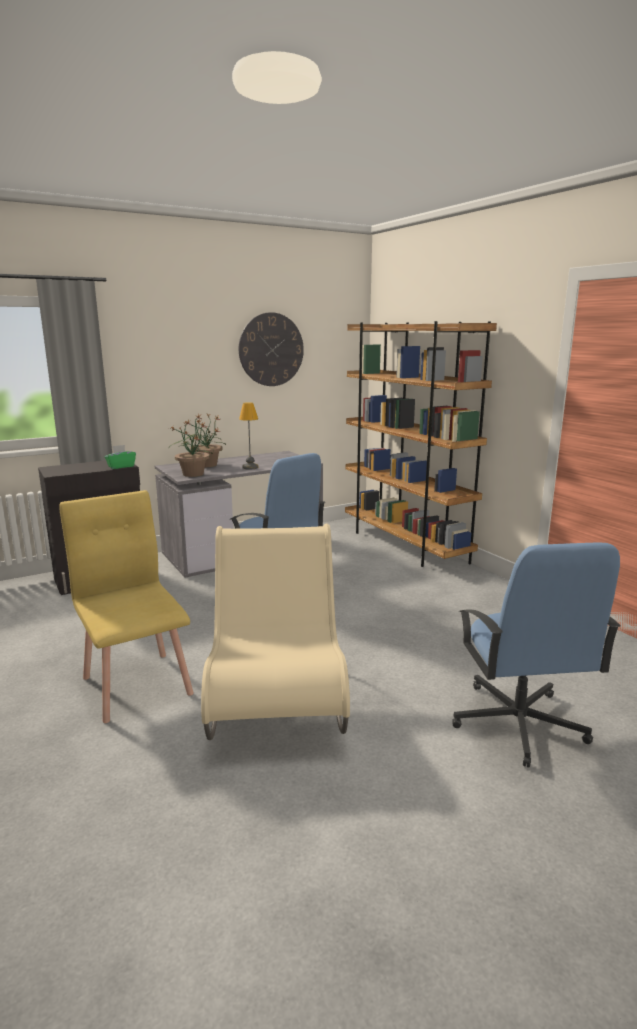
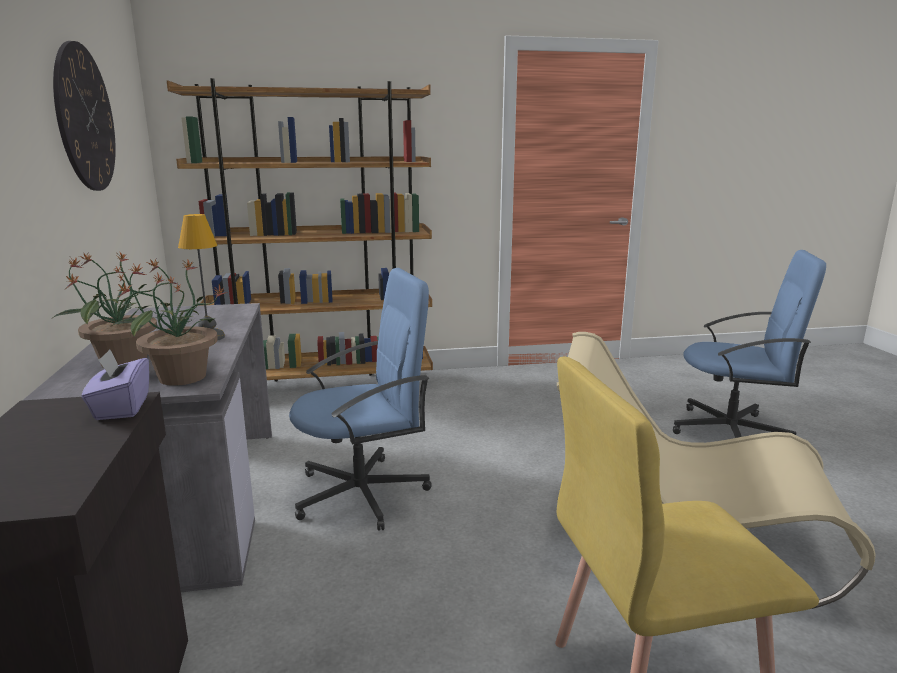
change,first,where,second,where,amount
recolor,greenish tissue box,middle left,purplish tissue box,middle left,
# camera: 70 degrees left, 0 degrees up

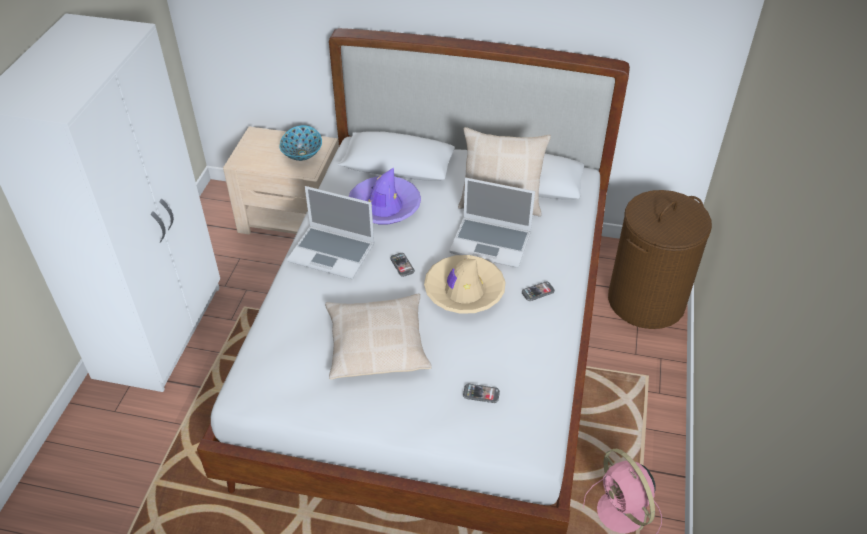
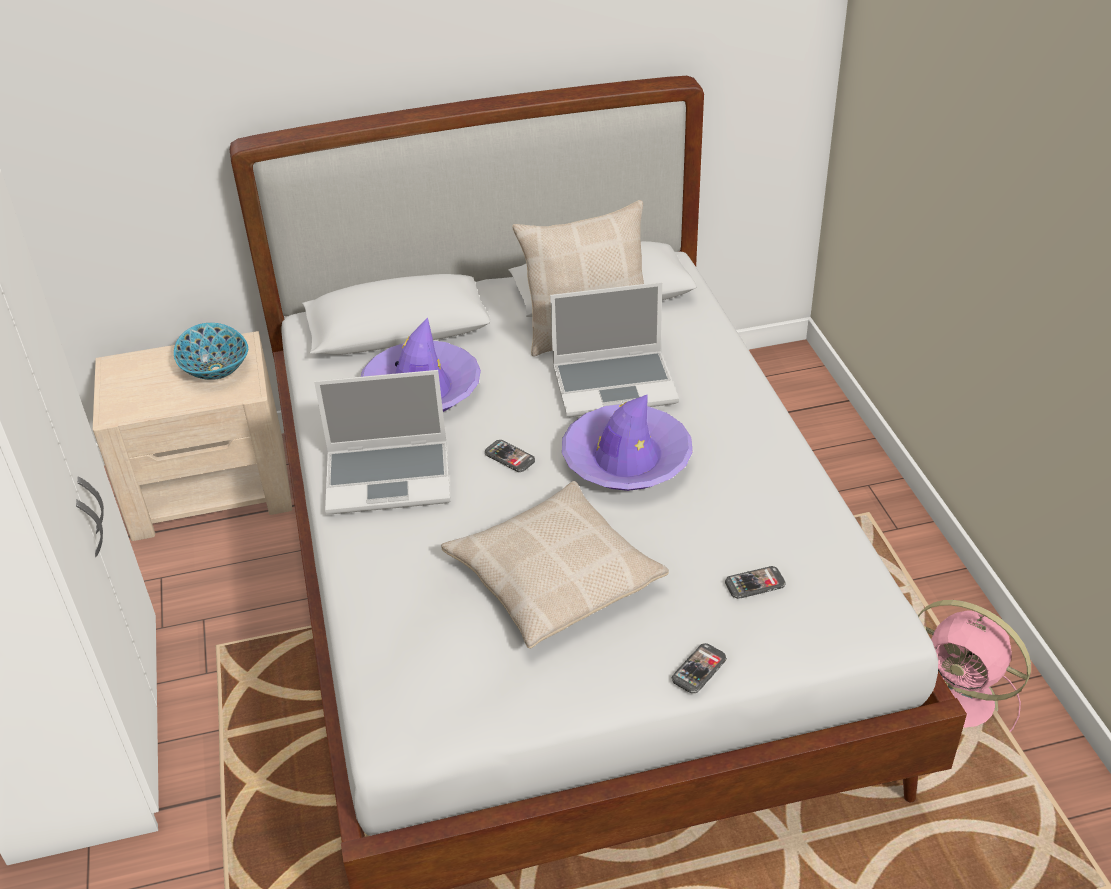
change,first,where,second,where,amount
recolor,sand-coloured hat,centre,purplish hat (2nd from left),centre,
move,phone (3rd from left in the first image),centre,phone (2nd from left),bottom centre,
delete,brownish laundry basket,middle right,,,
# camera: 25 degrees left, 5 degrees down

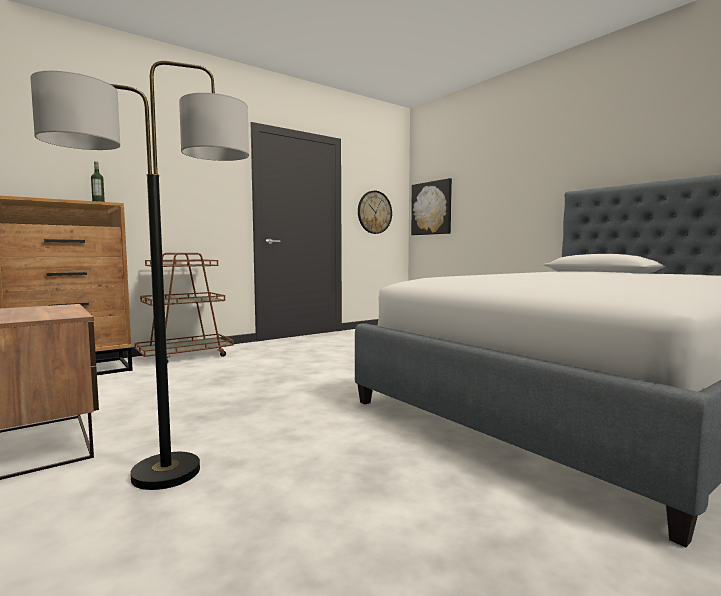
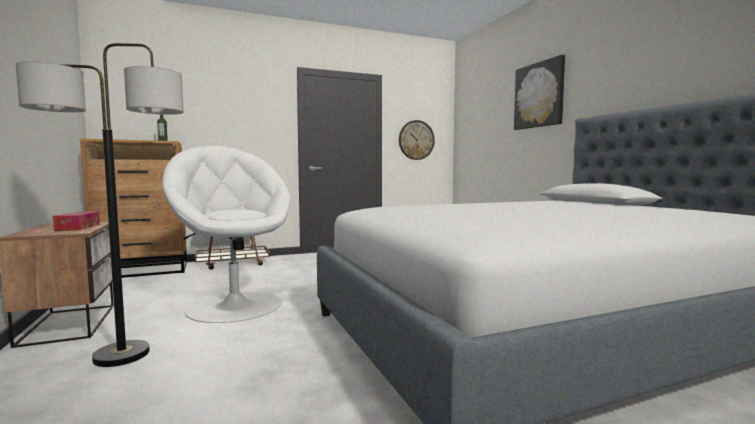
change,first,where,second,where,amount
insert,,,tissue box,middle left,
insert,,,white easy chair,middle left,
move,wall picture,centre,,top right,
# camera: 15 degrees right, 0 degrees up

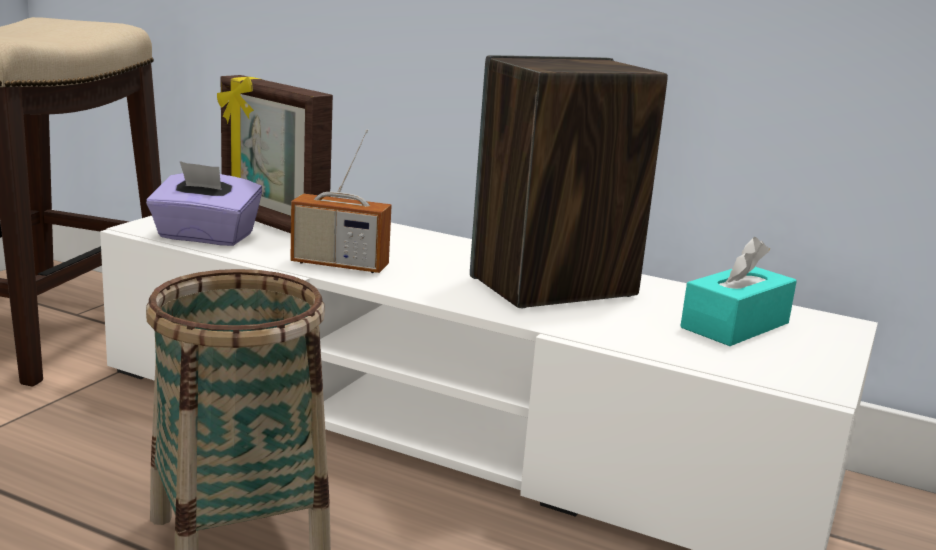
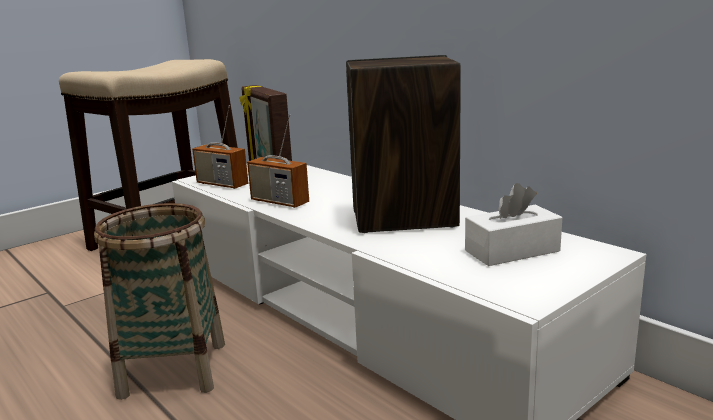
change,first,where,second,where,amount
replace,purplish tissue box,middle left,radio set (1st from left),middle left,
recolor,blue-green tissue box,middle right,white tissue box,middle right,
# camera: 25 degrees right, 0 degrees up

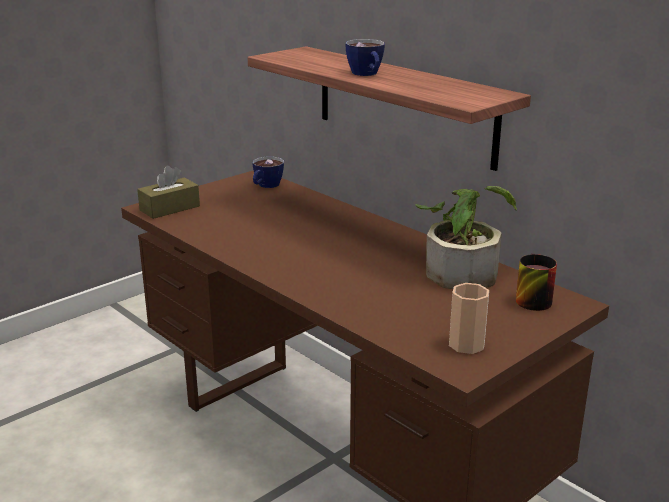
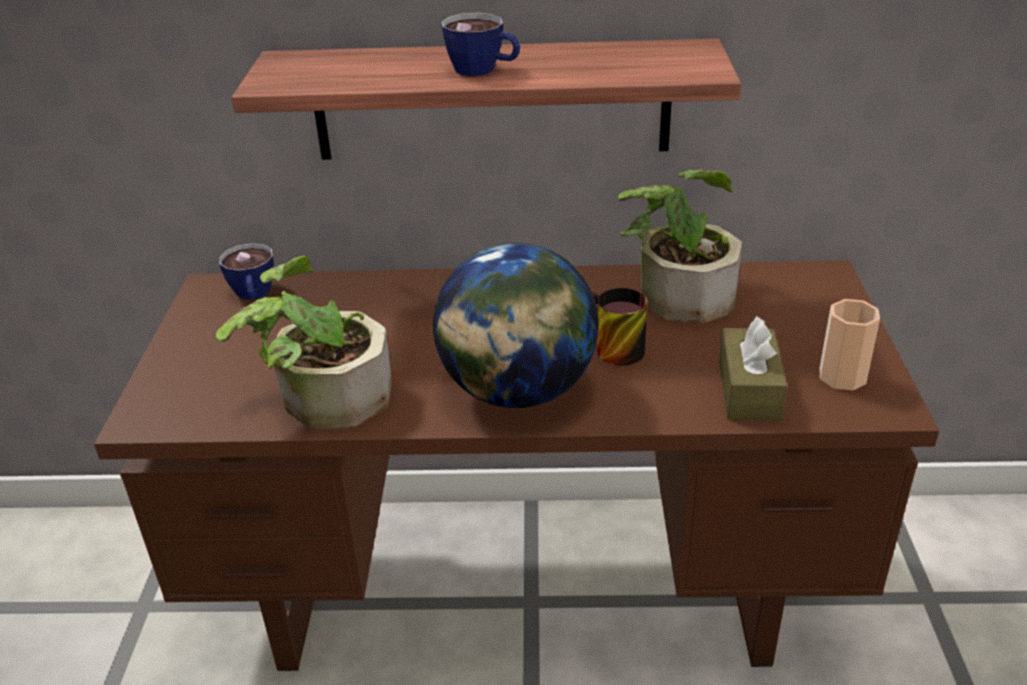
change,first,where,second,where,amount
insert,,,potted plant (1st from left),middle left,
insert,,,globe,centre,
move,mug,middle right,,centre,
move,brownish tissue box,middle left,,middle right,
# camera: 45 degrees left, 10 degrees up

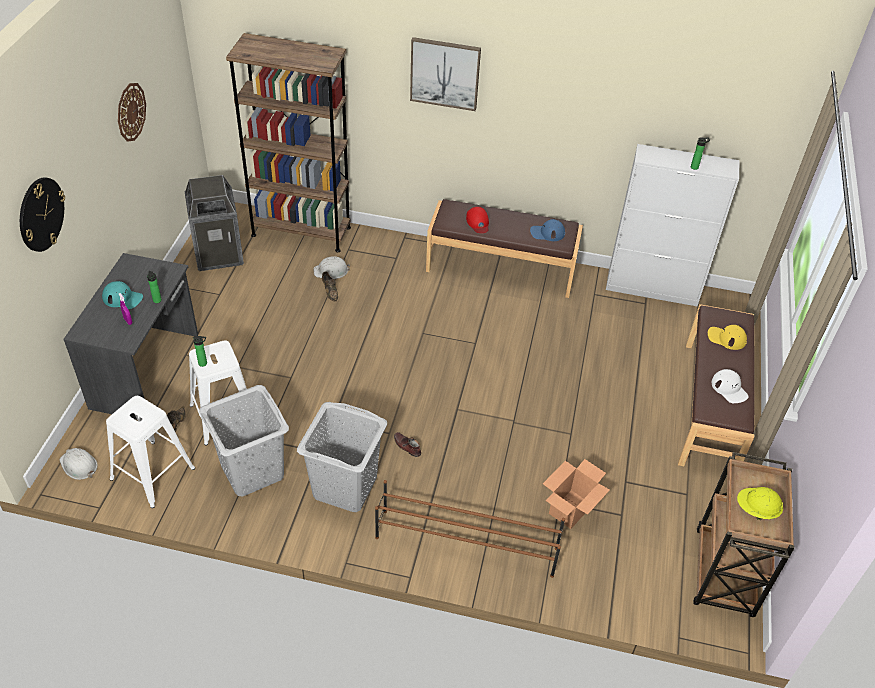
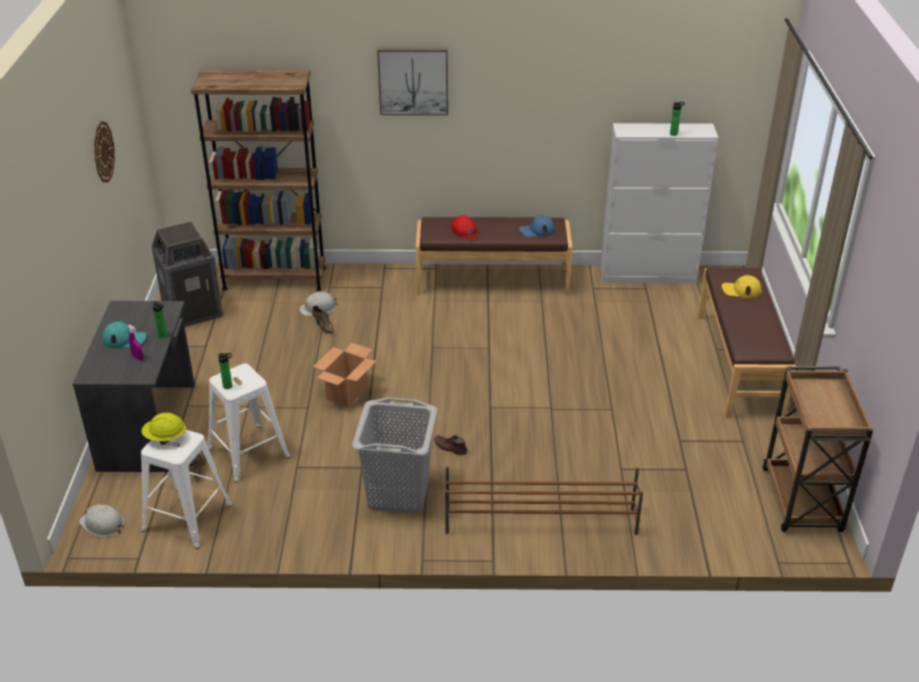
change,first,where,second,where,amount
move,yellow work helmet,bottom right,,middle left,
move,packing box,bottom centre,,centre,
delete,wall clock (1st from left),top left,,,
delete,grey laundry basket (1st from left),middle left,,,
delete,white cap,middle right,,,
# camera: 10 degrees left, 10 degrees down

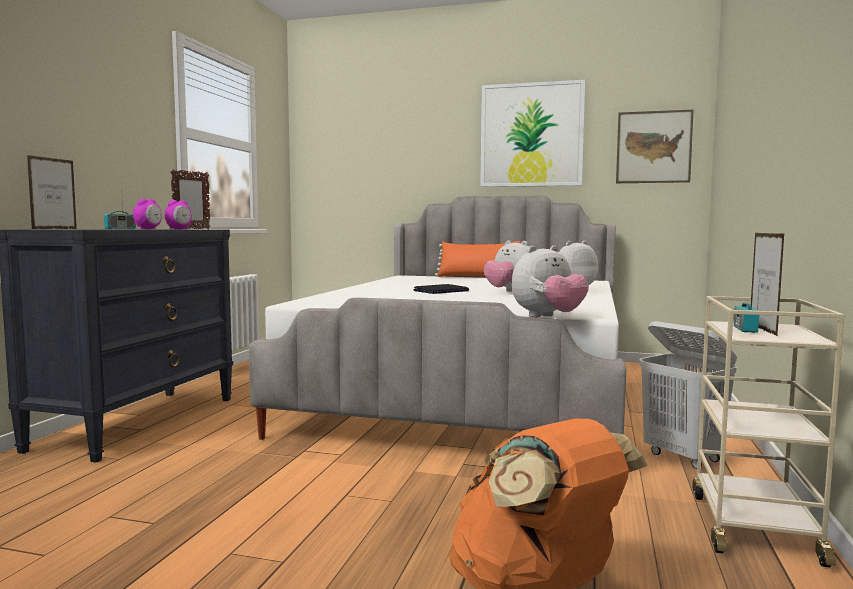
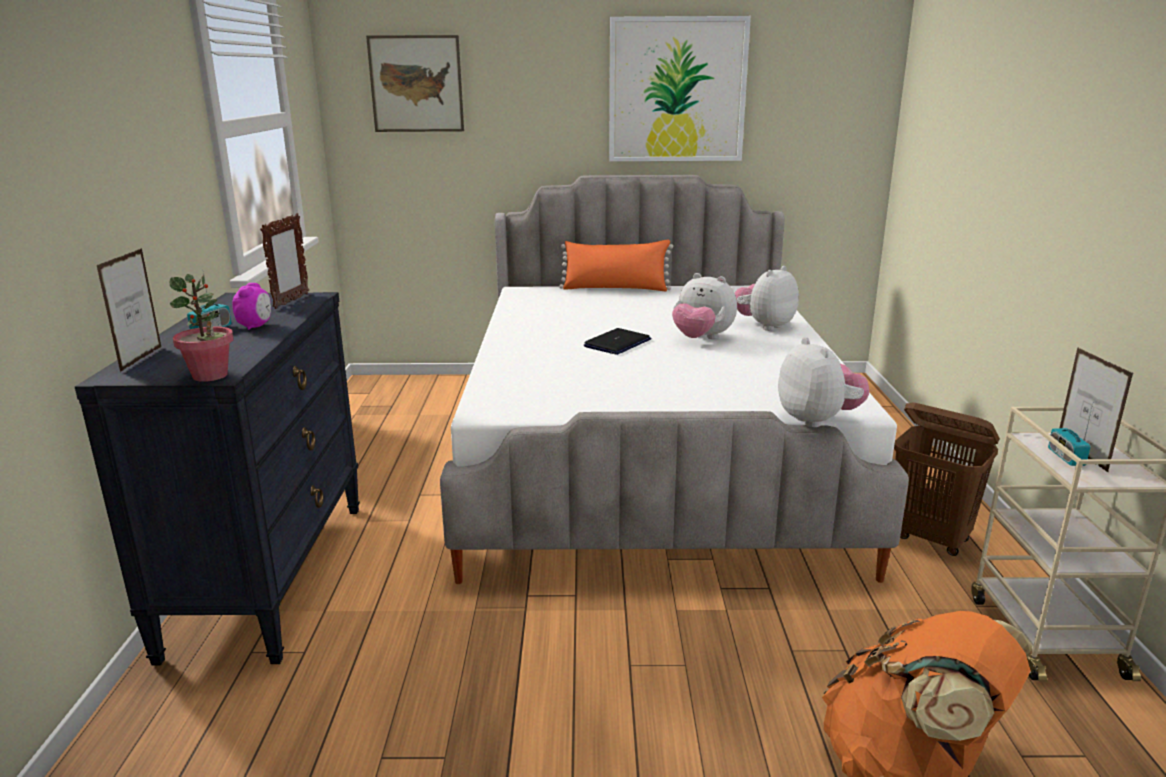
change,first,where,second,where,amount
insert,,,potted plant,middle left,
move,wall picture (2nd from left in the first image),top right,wall picture (1st from left),top centre,
rotate,plush toy (2nd from left in the first image),centre,plush toy (3rd from left),middle right,60 degrees counterclockwise
recolor,white laundry basket,bottom right,brownish laundry basket,middle right,
delete,alarm clock (2nd from left),middle left,,,
# camera: 15 degrees left, 15 degrees up

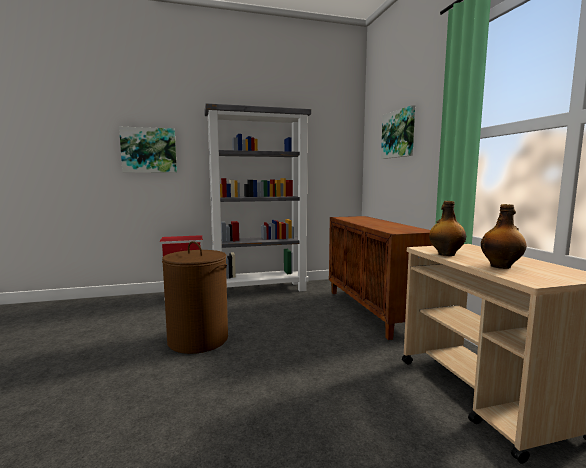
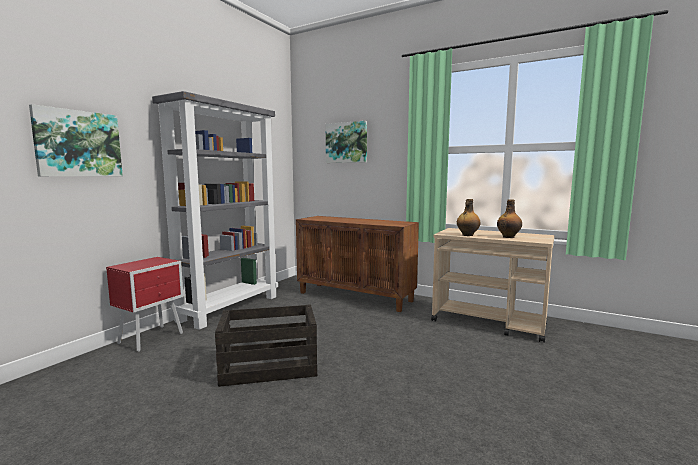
change,first,where,second,where,amount
replace,brownish laundry basket,middle left,packing crate,bottom centre,
# camera: 45 degrees left, 0 degrees up

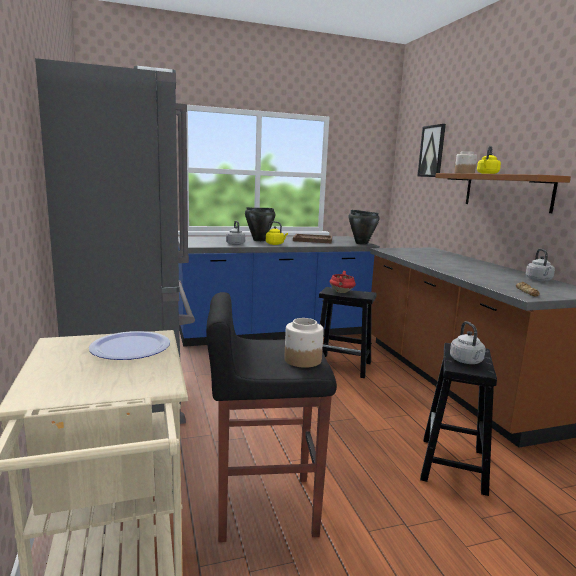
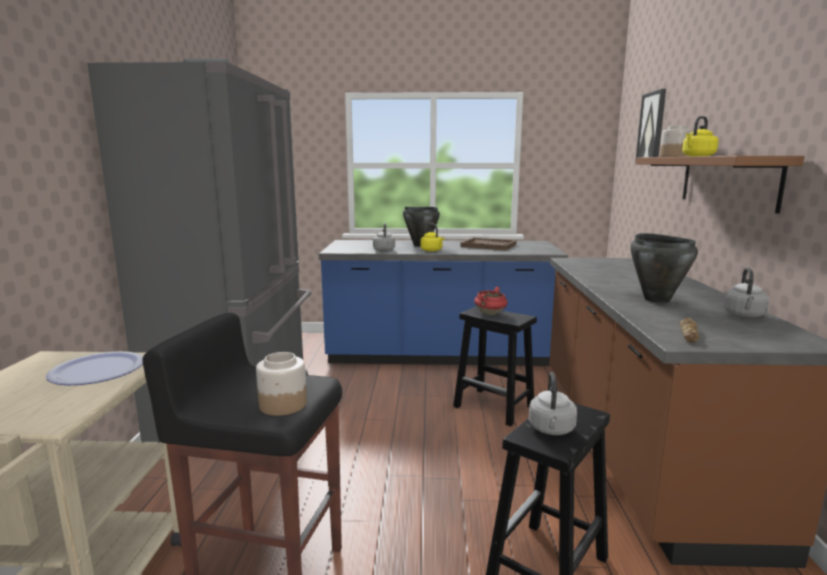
change,first,where,second,where,amount
move,black cooking pot (2nd from left),centre,,middle right,
# camera: 20 degrees right, 0 degrees up

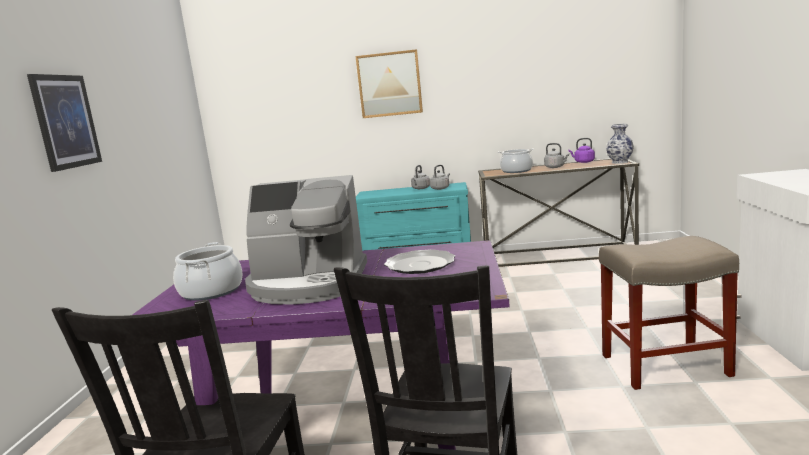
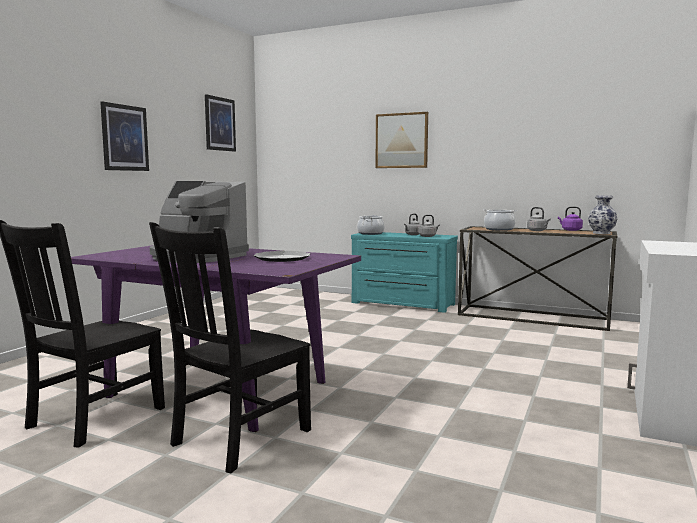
change,first,where,second,where,amount
insert,,,wall picture (2nd from left),top left,
move,cooking pot (1st from left),middle left,,centre,
delete,sand-coloured stool seat,bottom right,,,
# camera: 20 degrees right, 5 degrees down

